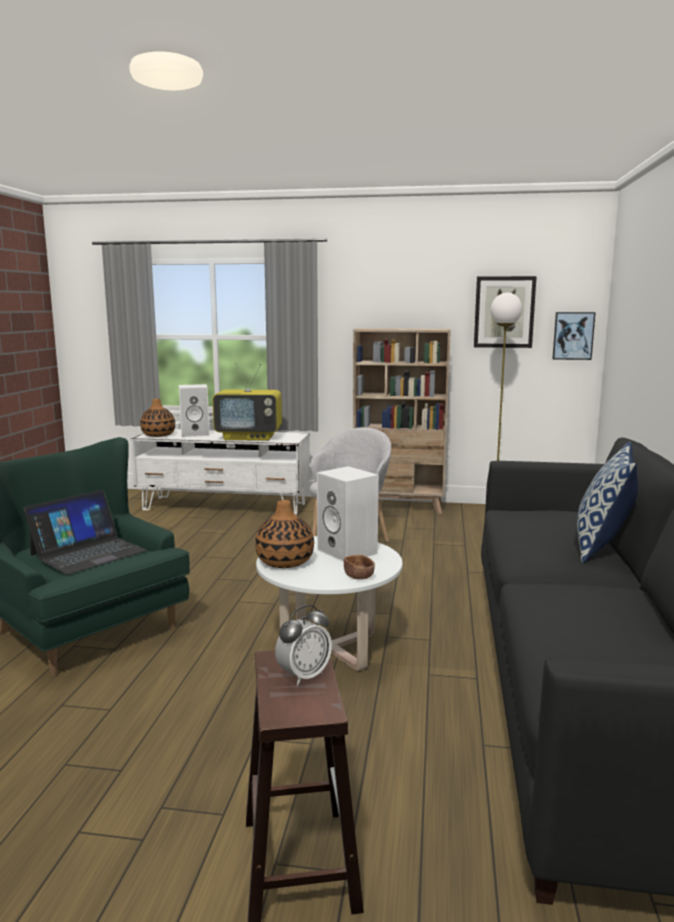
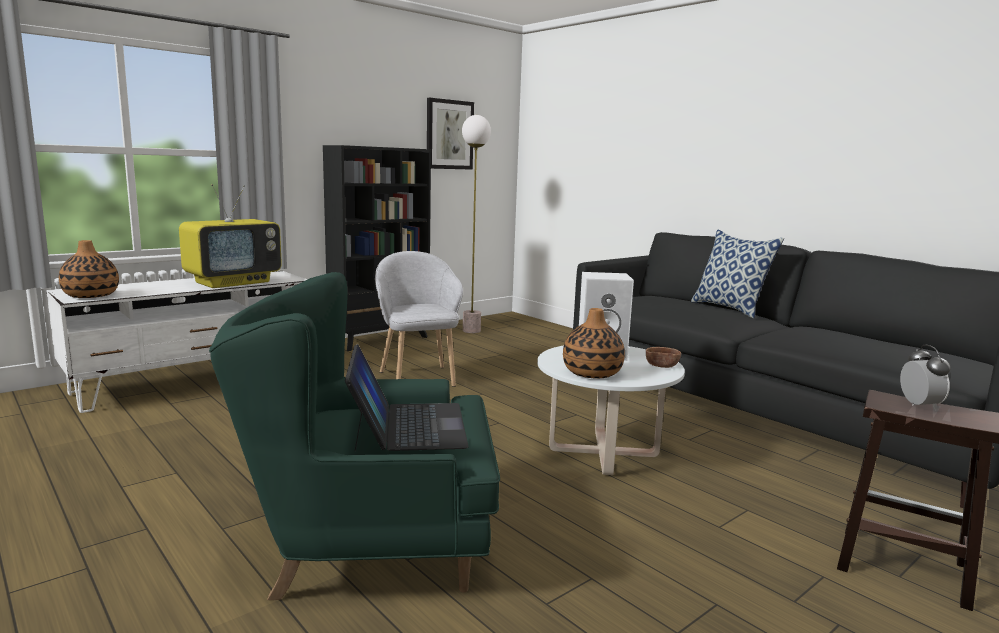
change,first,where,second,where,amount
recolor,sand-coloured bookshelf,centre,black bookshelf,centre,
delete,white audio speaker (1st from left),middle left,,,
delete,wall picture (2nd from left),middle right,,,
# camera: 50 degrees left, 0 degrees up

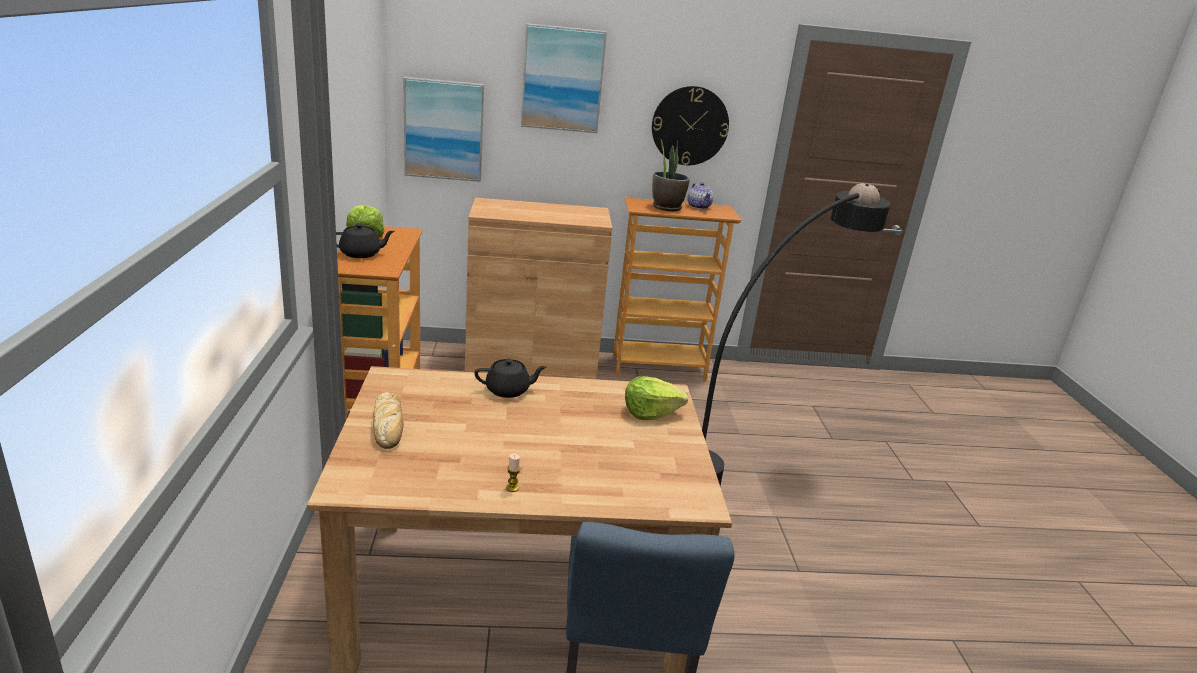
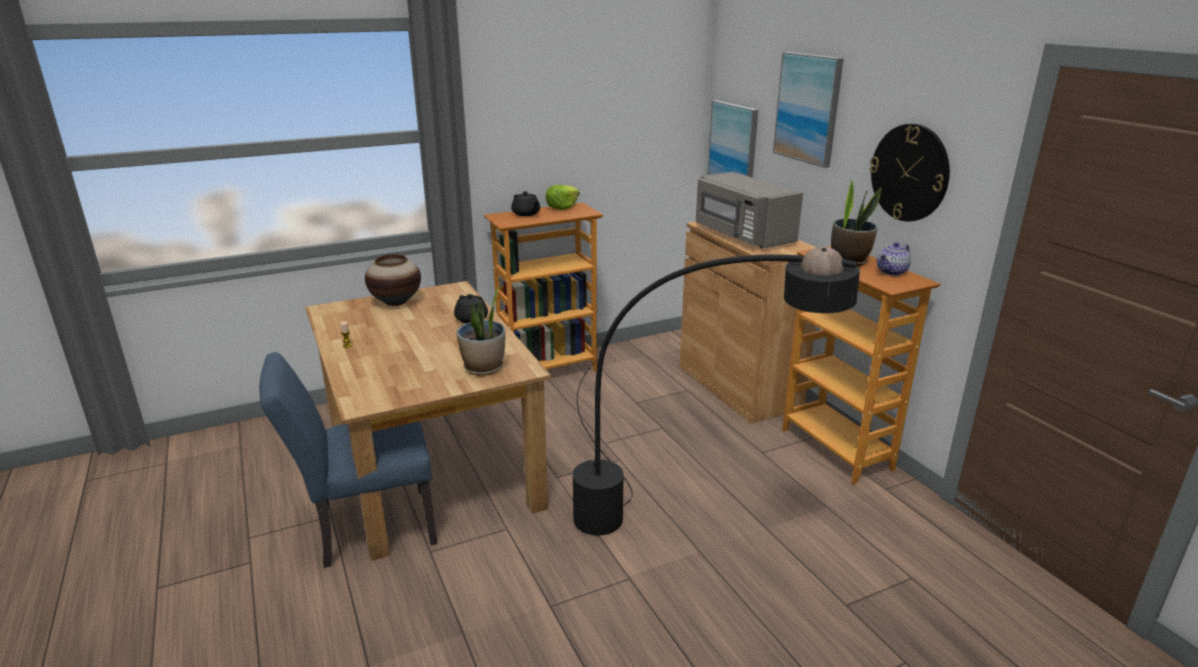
change,first,where,second,where,amount
replace,bakery bread,middle left,vase,middle left,
replace,head of lettuce (2nd from left),centre,potted plant (1st from left),centre,
insert,,,grey microwave,top centre,
# camera: 70 degrees right, 0 degrees up

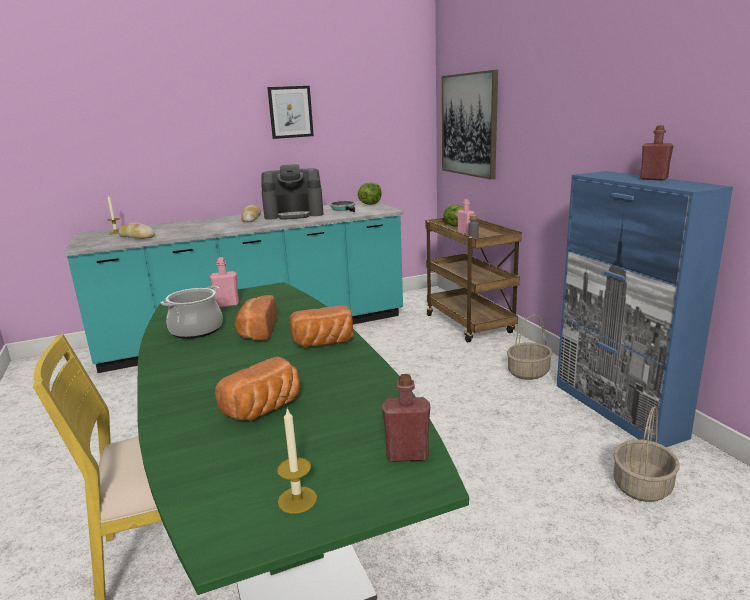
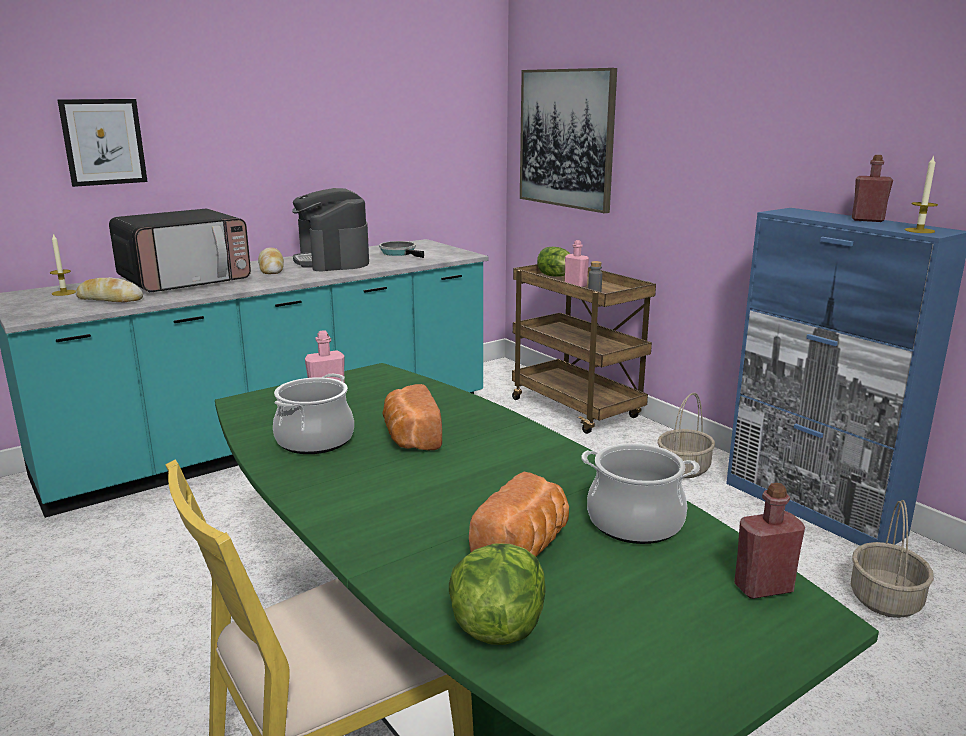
change,first,where,second,where,amount
move,wall picture (1st from left),top centre,,top left,
insert,,,microwave,middle left,
rotate,coffee brewer,top centre,,top centre,90 degrees clockwise
move,head of lettuce (1st from left),top centre,,bottom centre,
insert,,,cooking pot (2nd from left),bottom centre,
move,candle (2nd from left),bottom centre,,top right,
delete,bakery bread (5th from left),centre,,,
# camera: 15 degrees left, 0 degrees up

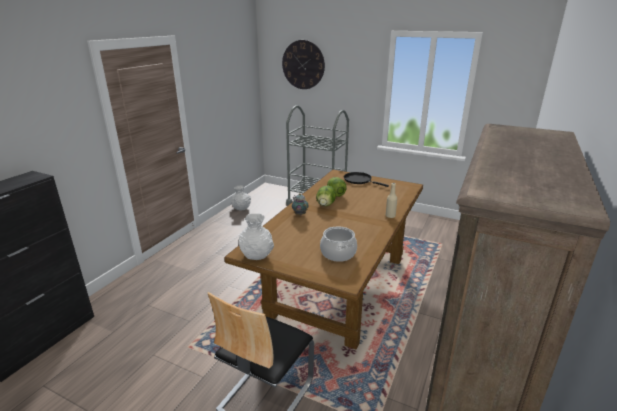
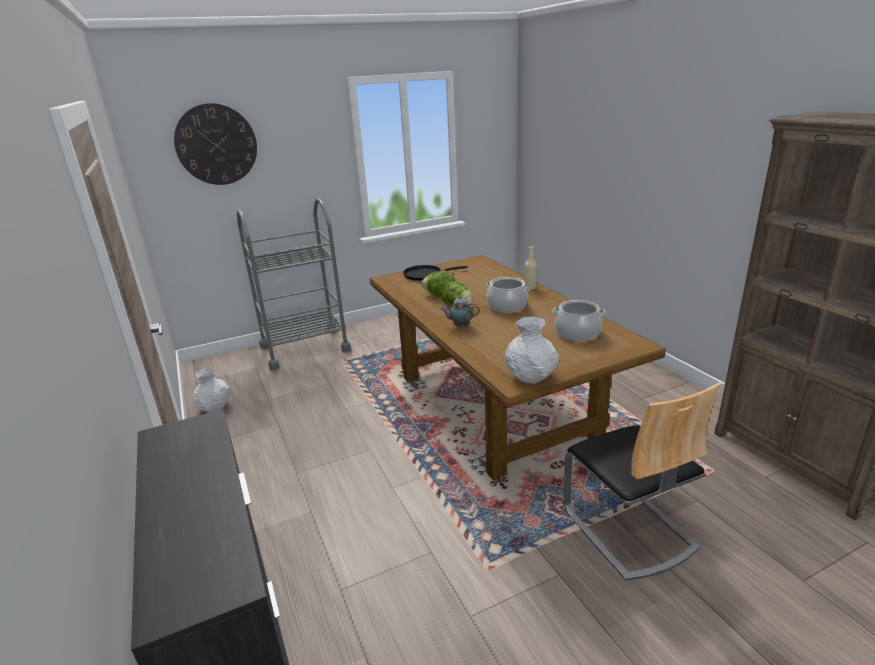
change,first,where,second,where,amount
insert,,,cooking pot (1st from left),centre,
# camera: 50 degrees left, 0 degrees up

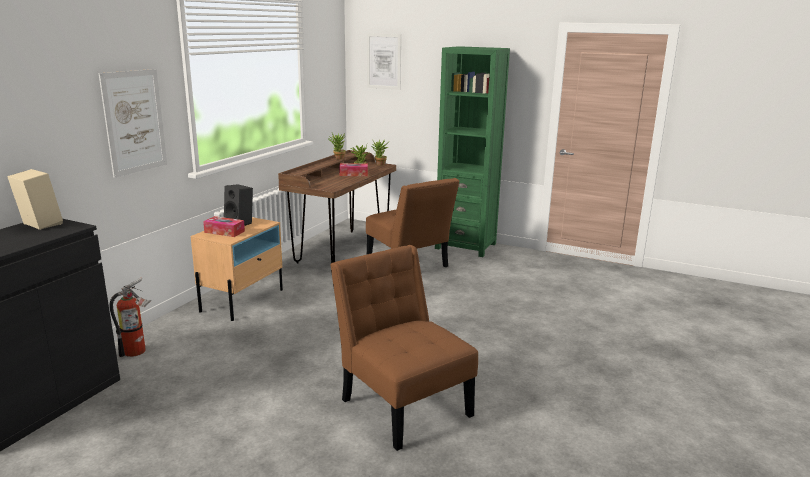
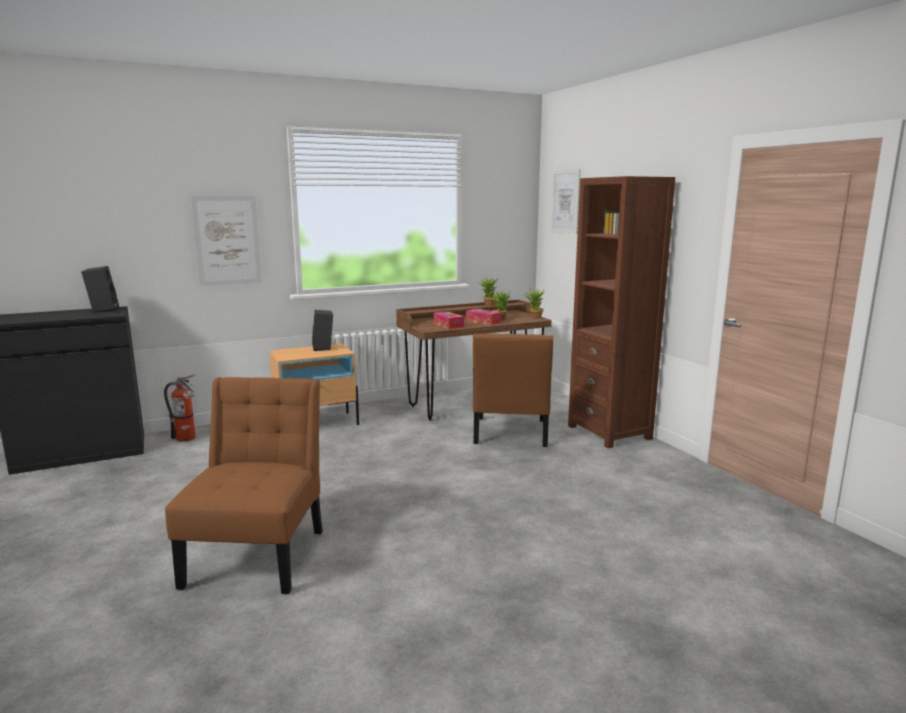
change,first,where,second,where,amount
recolor,sand-coloured audio speaker,middle left,black audio speaker (1st from left),middle left,
move,tissue box (1st from left),middle left,,centre,
recolor,greenish bookshelf,top centre,brownish bookshelf,middle right,
# camera: 40 degrees right, 5 degrees down

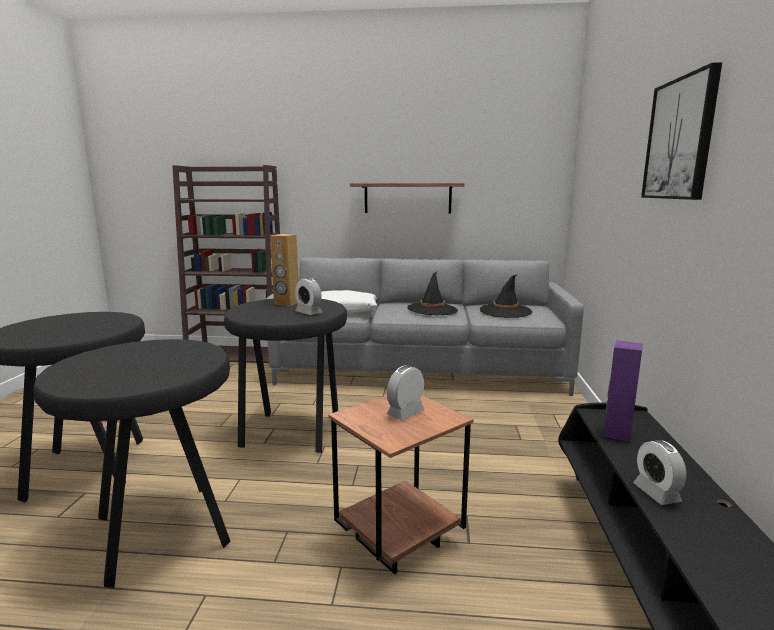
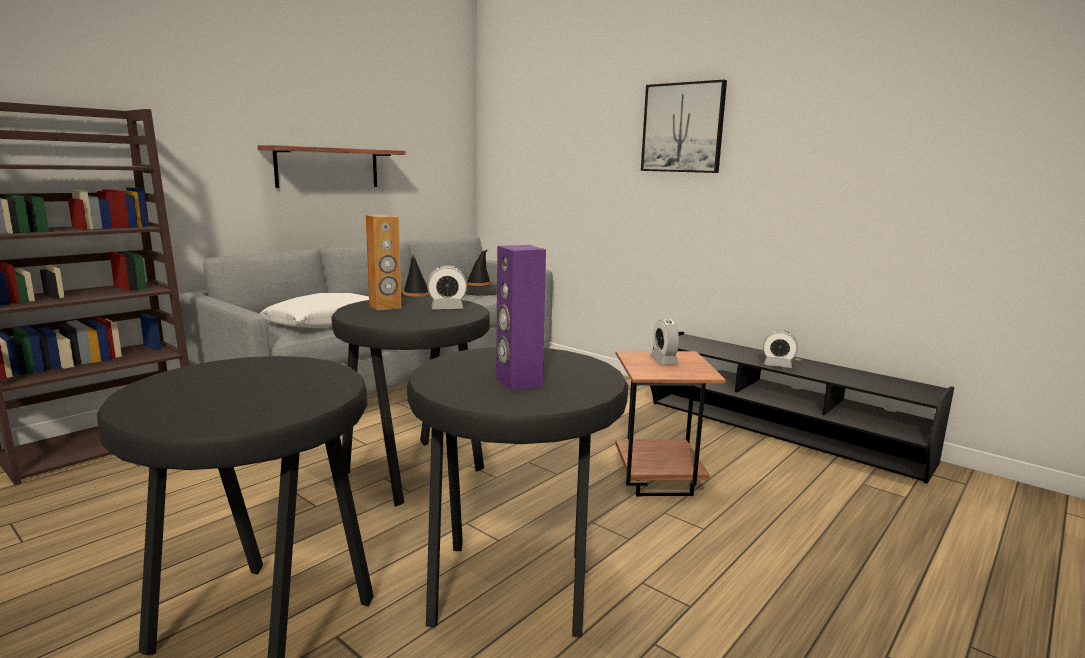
change,first,where,second,where,amount
move,purplish audio speaker,middle right,,centre,
# camera: 55 degrees left, 0 degrees up

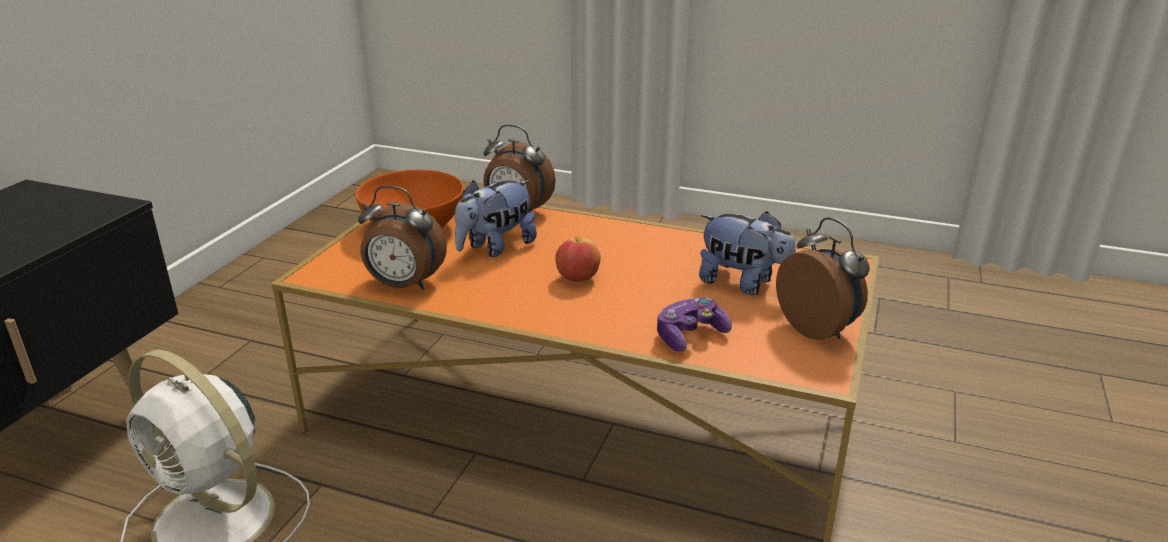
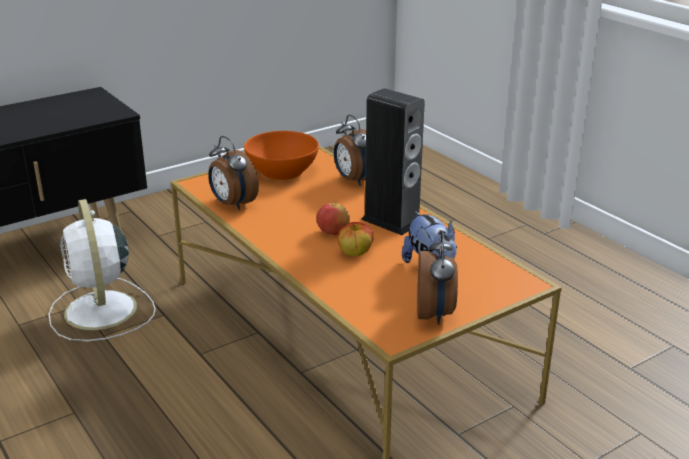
change,first,where,second,where,amount
insert,,,apple fruit (2nd from left),centre,
insert,,,audio speaker,centre,
delete,plush toy (1st from left),centre,,,
delete,gamepad,centre,,,
# camera: 35 degrees right, 0 degrees up

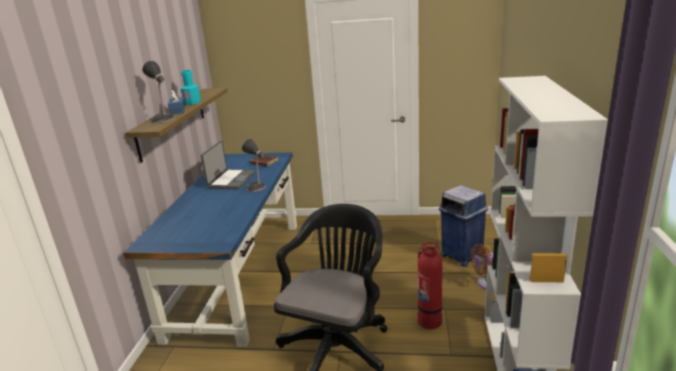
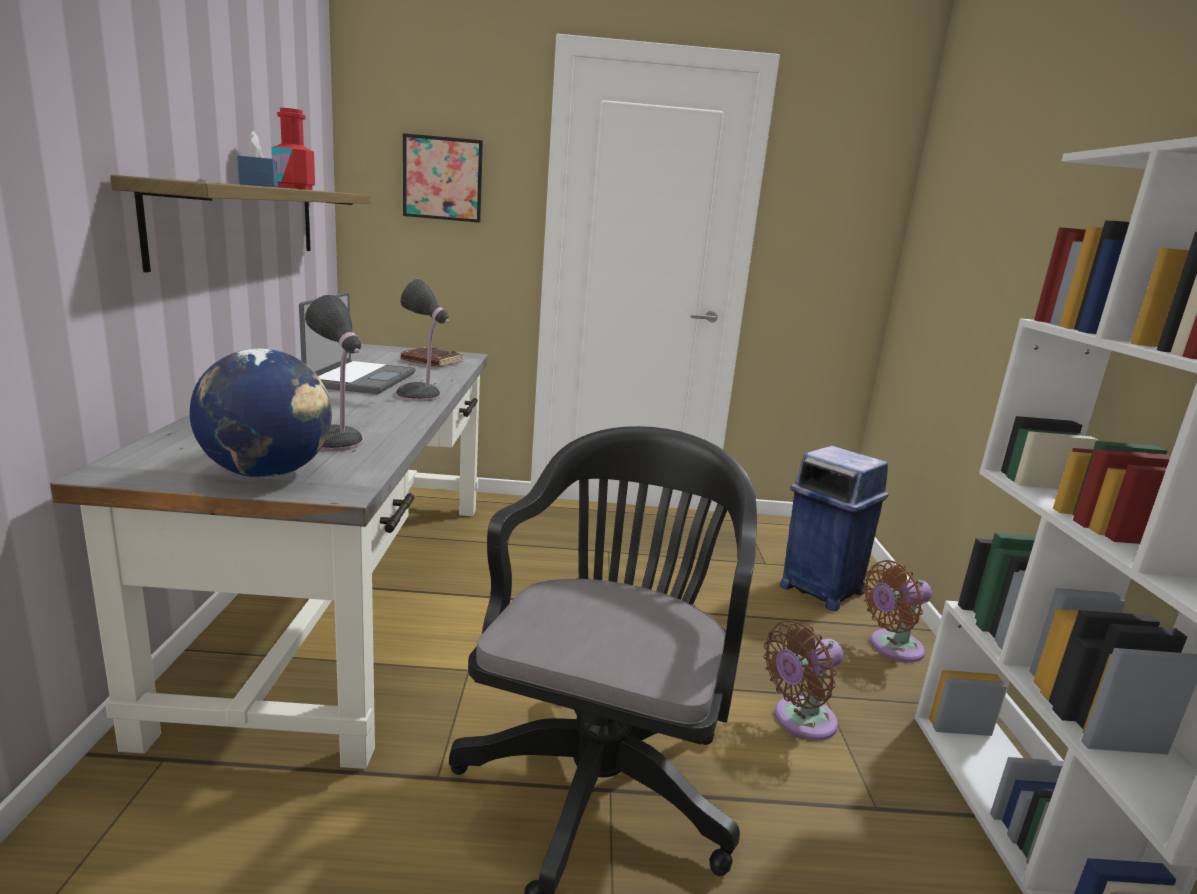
change,first,where,second,where,amount
recolor,blue-coloured desk table,bottom left,grey desk table,middle left,
insert,,,globe,middle left,
recolor,blue-green bottle,top left,red-coloured bottle,top left,
move,table lamp (1st from left),top left,,middle left,
insert,,,wall picture,top centre,
replace,fire extinguisher,bottom centre,brownish cooling fan (1st from left),bottom right,
# camera: 10 degrees left, 5 degrees down

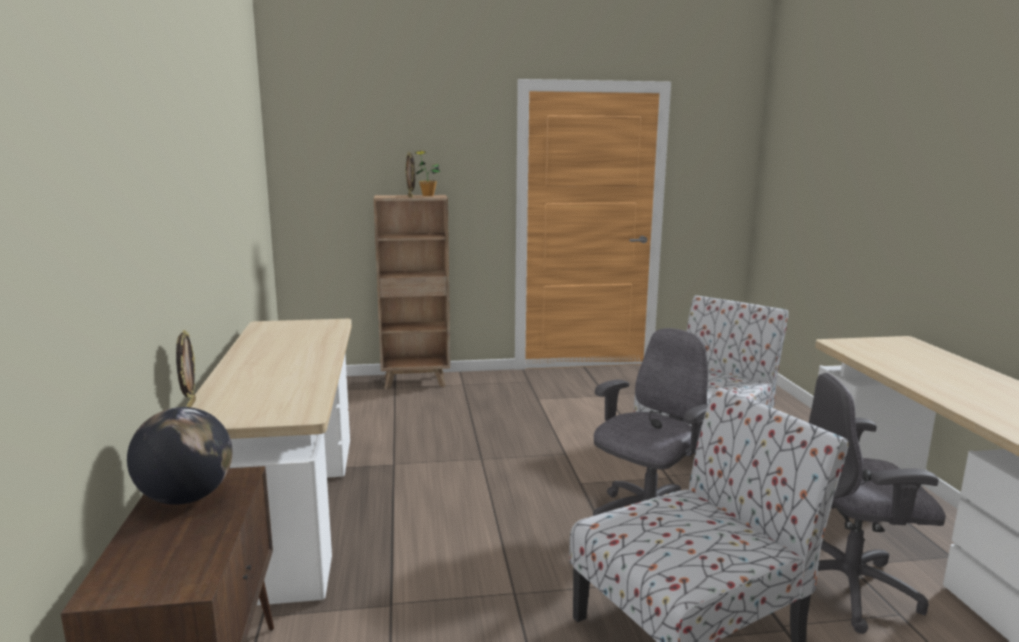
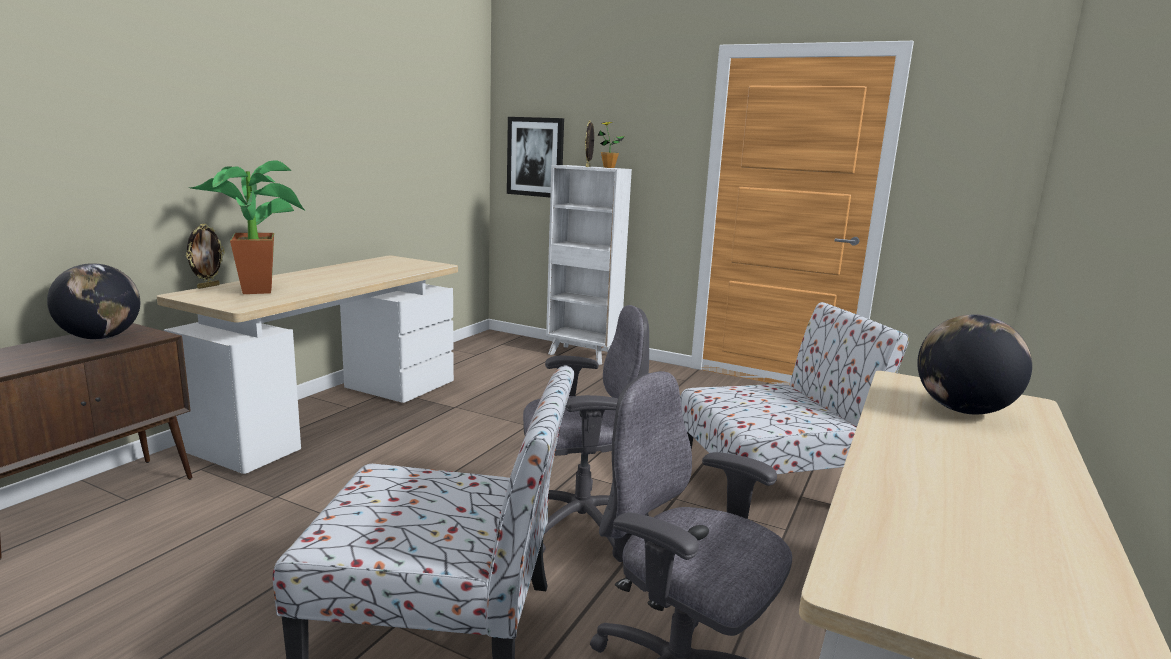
change,first,where,second,where,amount
insert,,,potted plant (1st from left),middle left,
insert,,,wall picture,top centre,
recolor,brownish bookshelf,centre,white bookshelf,centre,
insert,,,globe (2nd from left),middle right,
# camera: 35 degrees right, 0 degrees up

